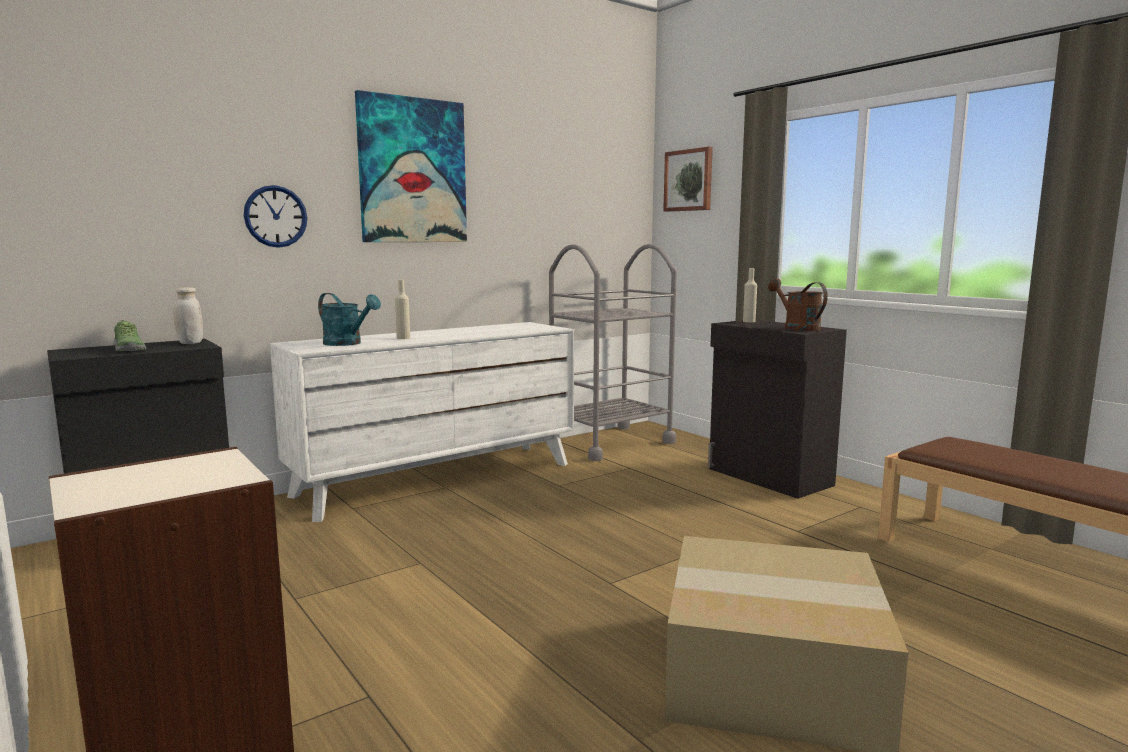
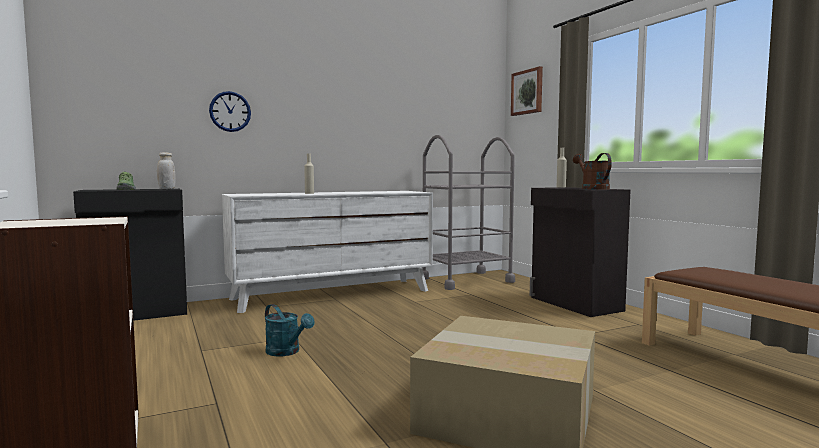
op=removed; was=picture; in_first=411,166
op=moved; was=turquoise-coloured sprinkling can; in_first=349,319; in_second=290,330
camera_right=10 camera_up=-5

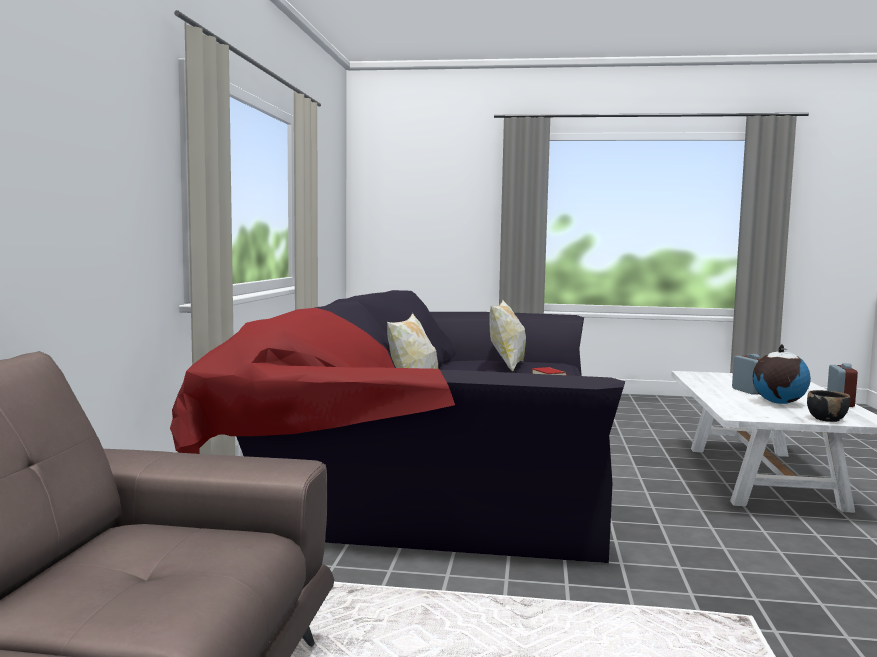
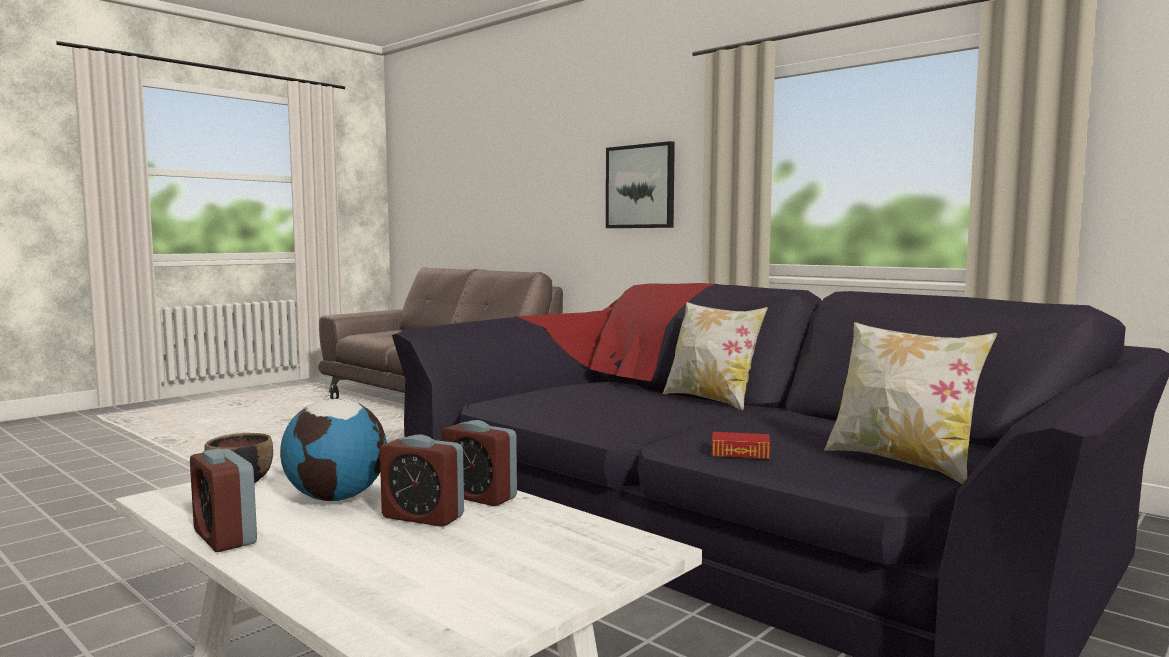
op=added; now=picture; in_second=640,184
op=added; now=alarm clock; in_second=479,463
camera_right=125 camera_up=0

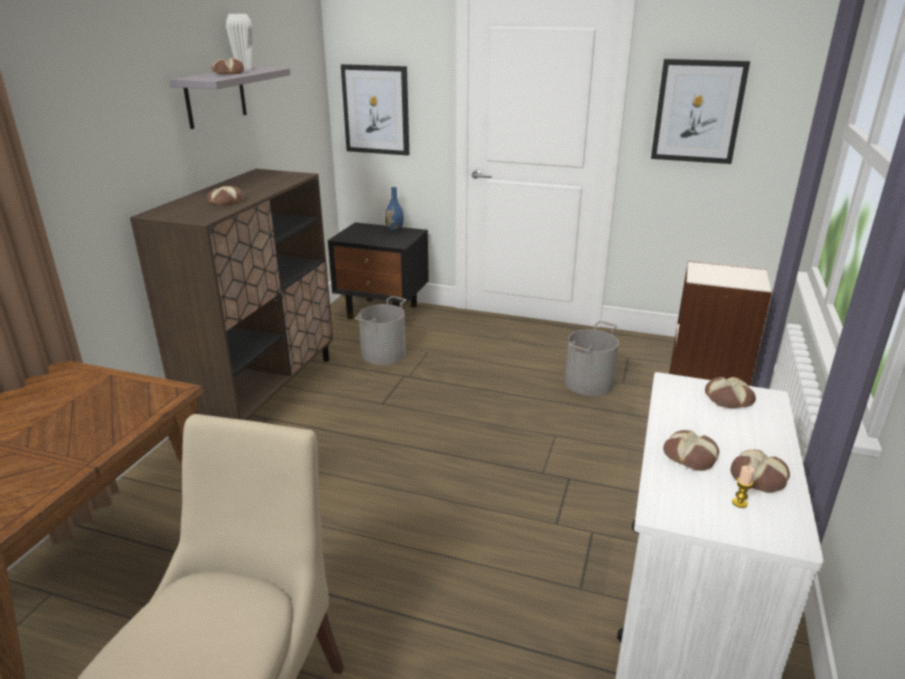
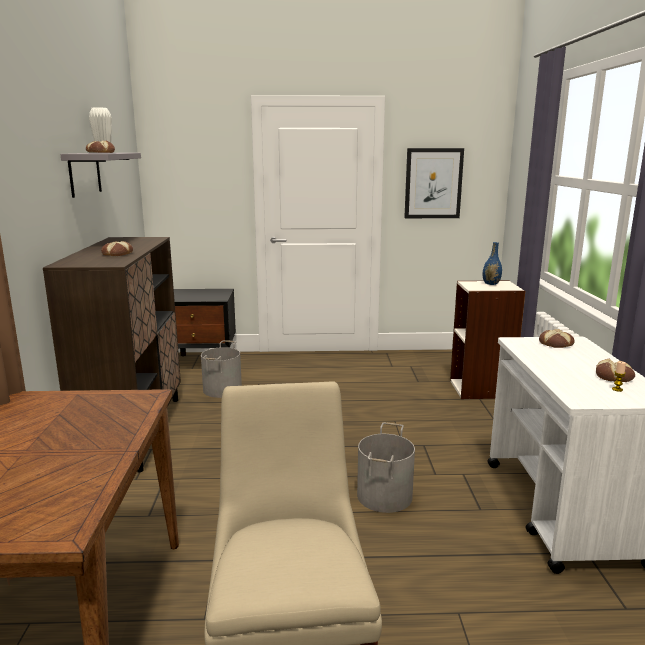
op=removed; was=picture; in_first=375,110
op=moved; was=bluish vase; in_first=394,209; in_second=492,263
op=moved; was=grey water bucket; in_first=592,358; in_second=386,467
op=removed; was=bread; in_first=691,450
camera_right=-20 camera_up=-10

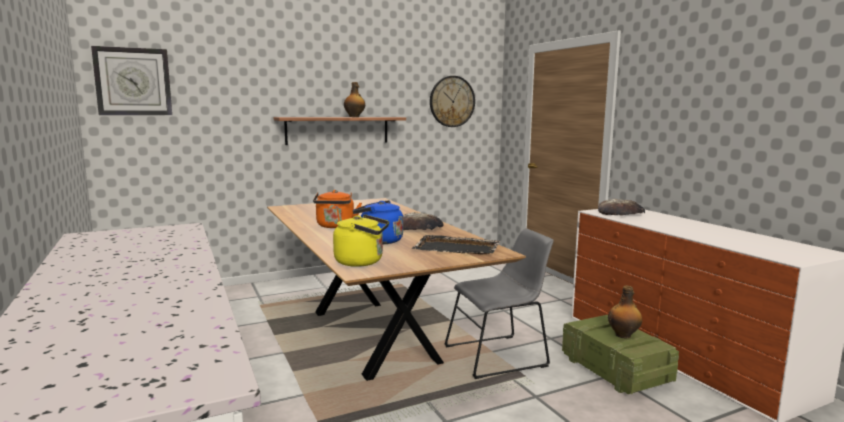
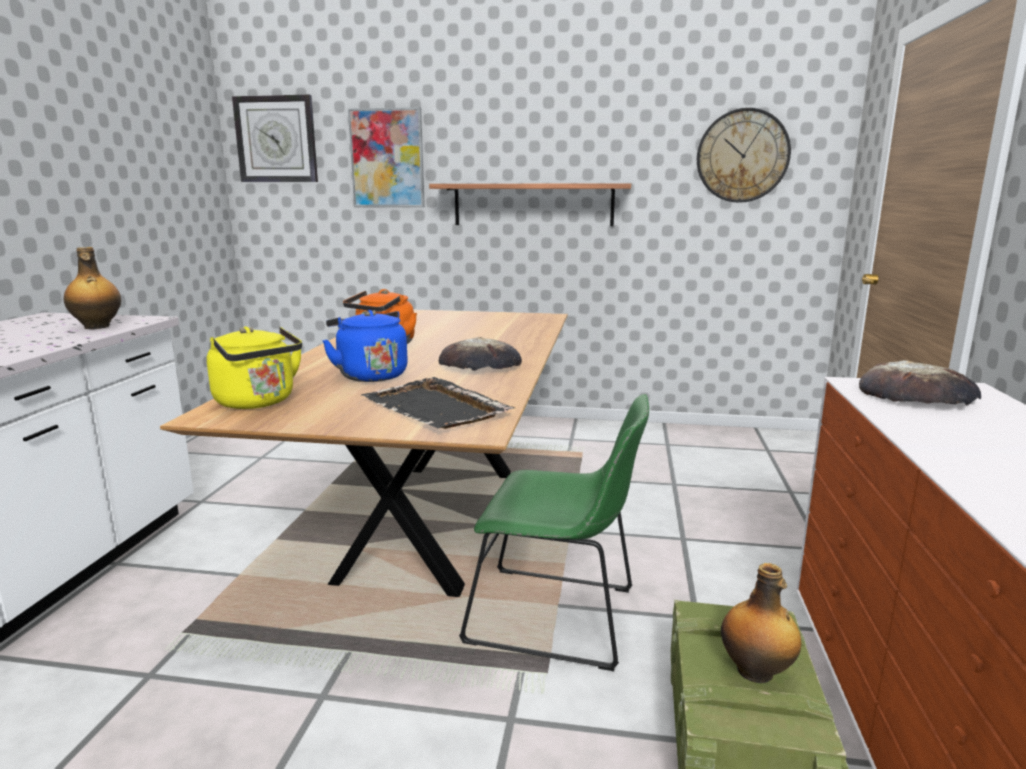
op=moved; was=beverage bottle; in_first=354,99; in_second=92,288
op=recoloured; was=grey chair; now=green chair; in_first=499,303; in_second=554,532
op=added; now=picture; in_second=386,157
camera_right=35 camera_up=5

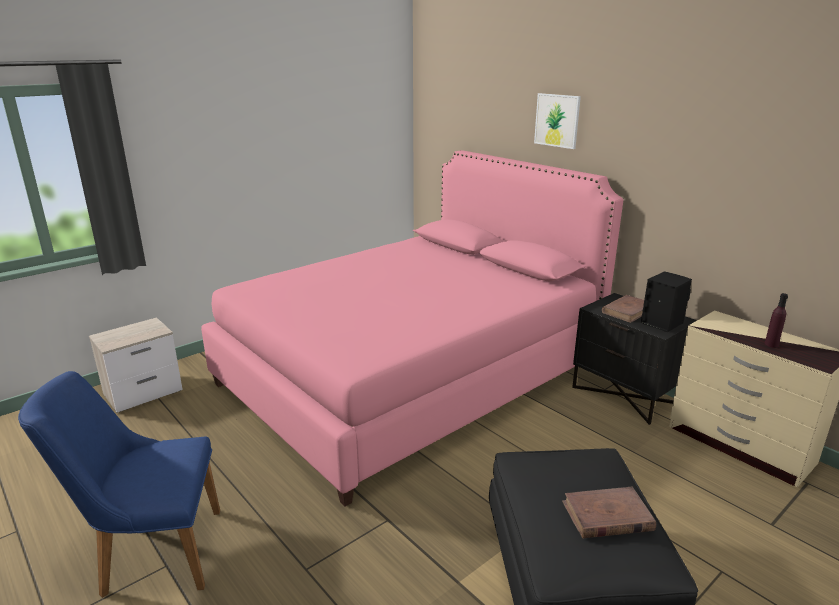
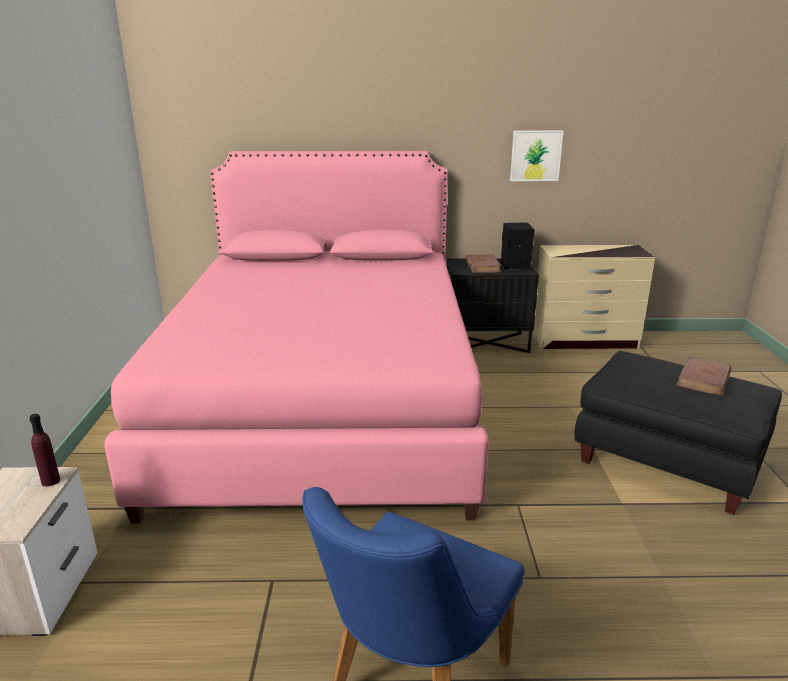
op=moved; was=picture; in_first=557,121; in_second=536,156
op=moved; was=purple-coloured beverage bottle; in_first=776,320; in_second=44,450
camera_right=-50 camera_up=0

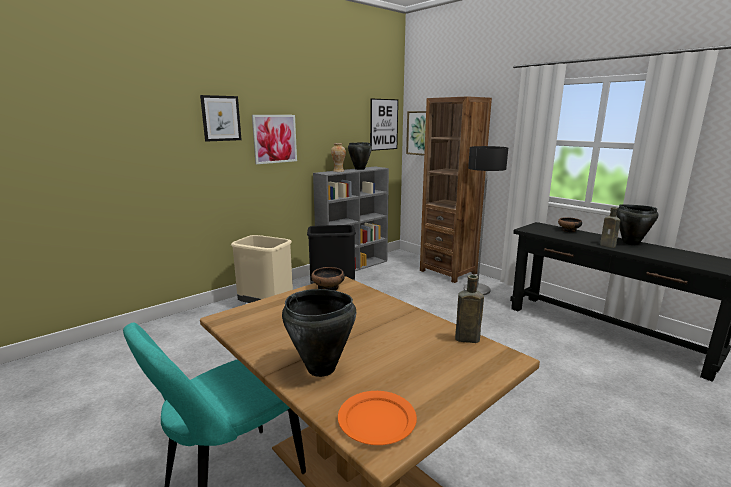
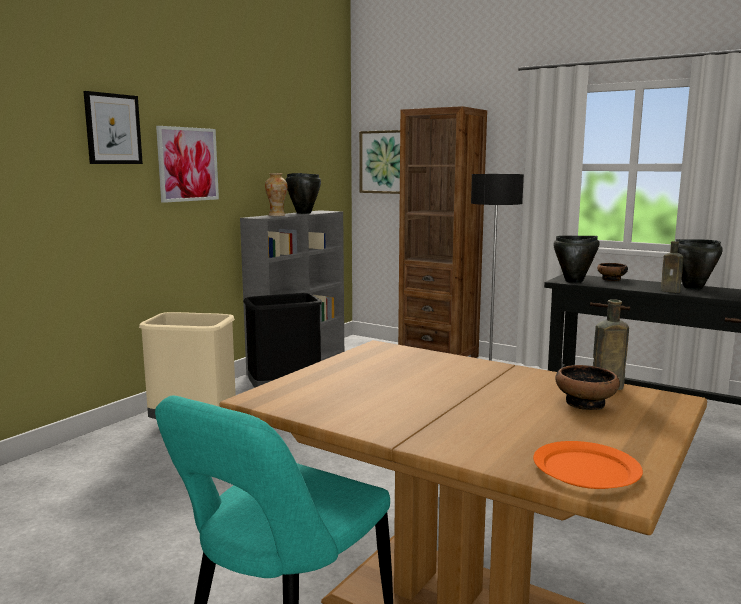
op=removed; was=picture; in_first=384,125
op=moved; was=serving bowl; in_first=328,279; in_second=587,387
op=moved; was=blackish stockpot; in_first=319,333; in_second=576,259
camera_right=-15 camera_up=-5

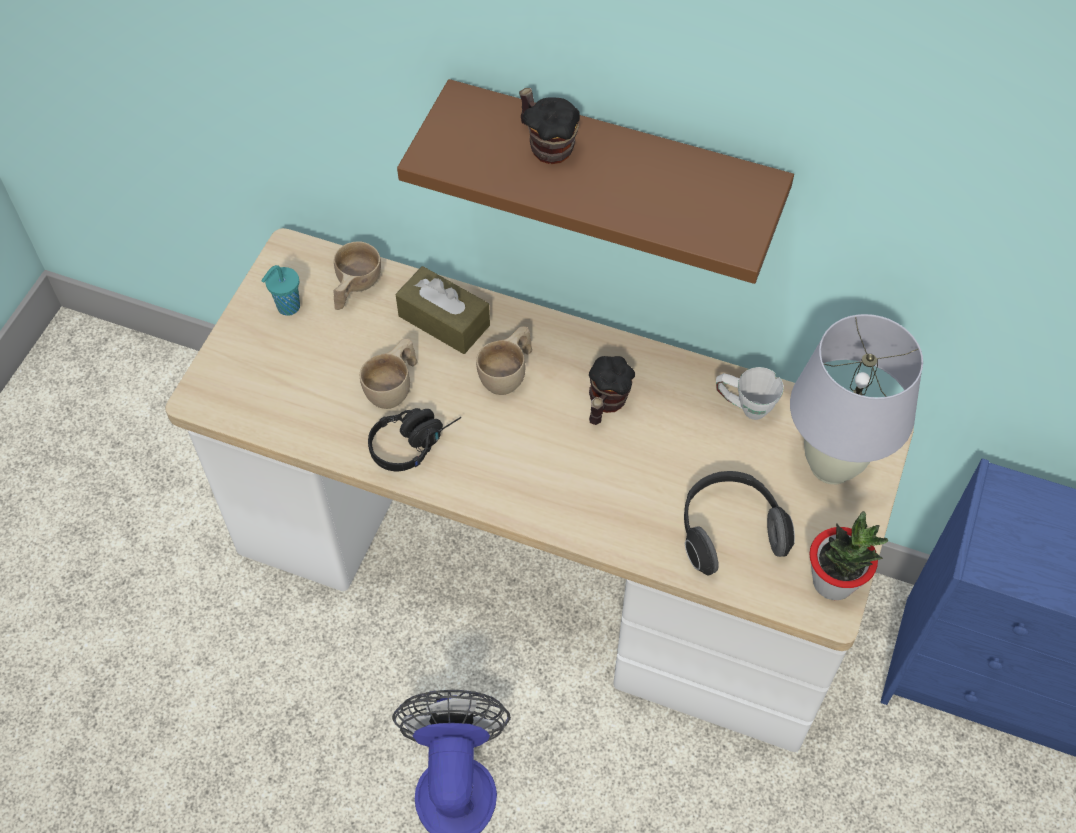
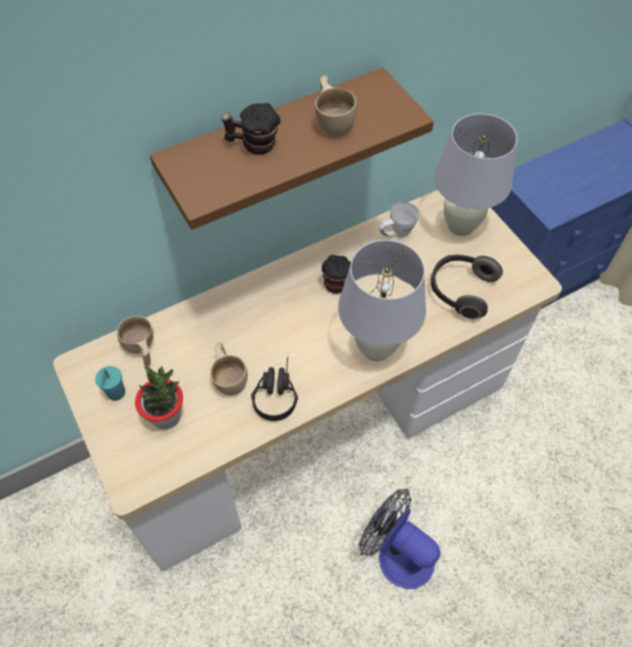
op=removed; was=brown tissue box; in_first=442,310
op=moved; was=sand-coloured cup; in_first=504,360; in_second=336,106
op=moved; was=houseplant; in_first=849,555; in_second=159,397
op=added; now=whitish tabletop lamp; in_second=382,300
camera_right=-50 camera_up=0

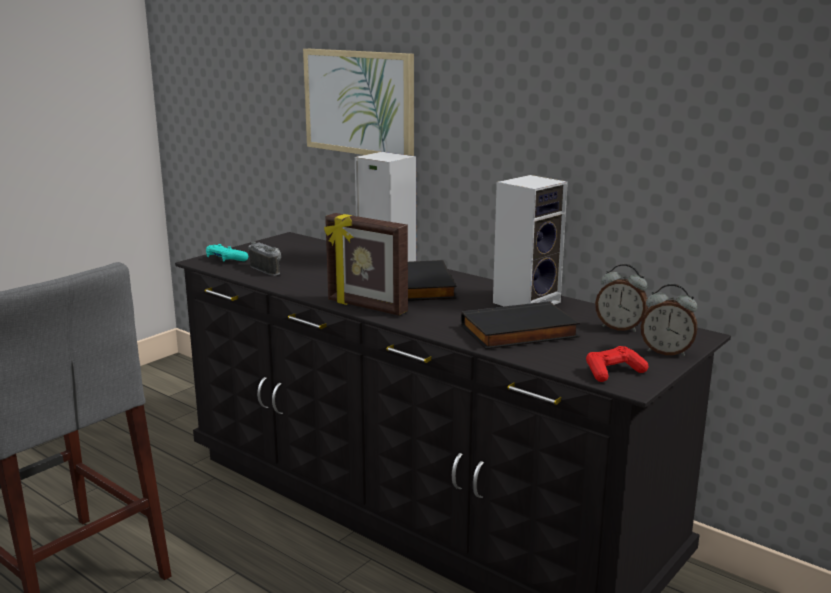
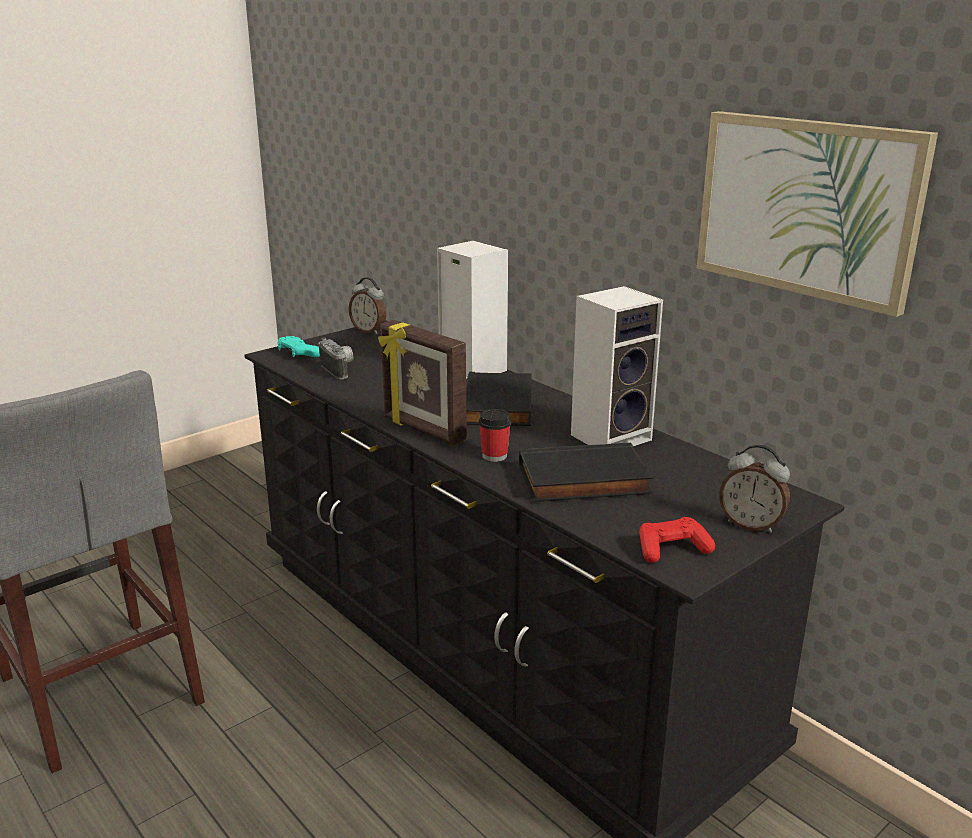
op=moved; was=picture; in_first=358,102; in_second=817,214
op=moved; was=alarm clock; in_first=621,298; in_second=368,306
op=added; now=cup; in_second=495,435
camera_right=10 camera_up=5

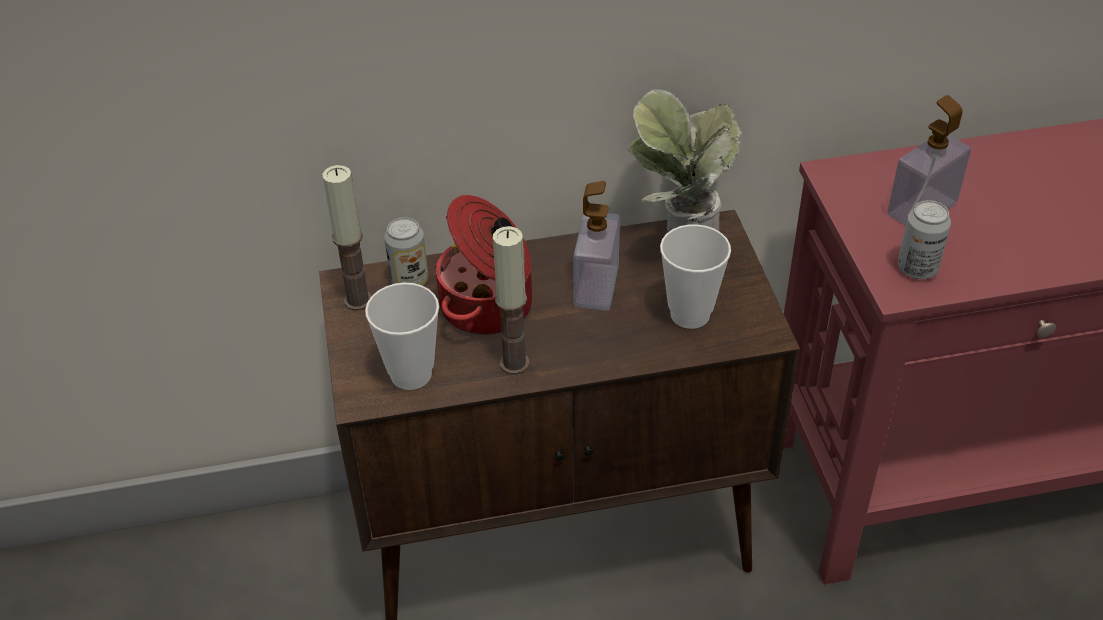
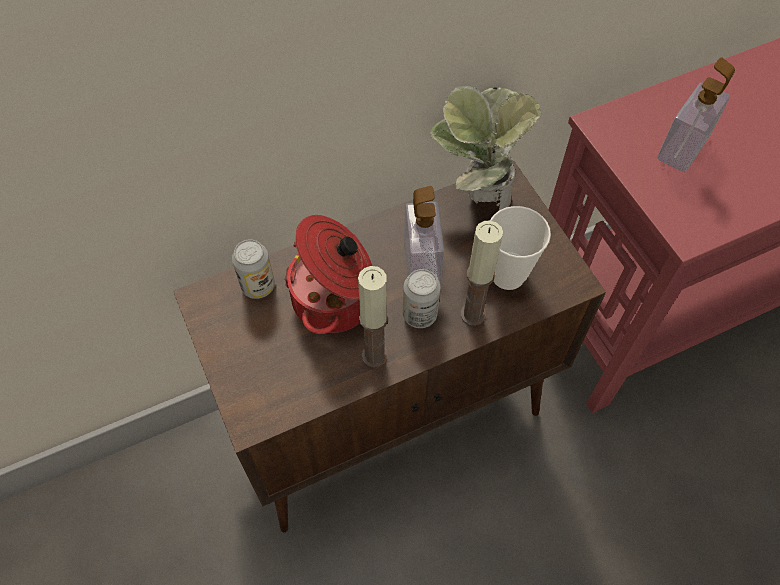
op=moved; was=wax light; in_first=347,238; in_second=482,273
op=moved; was=metal can; in_first=924,239; in_second=421,298
op=removed; was=cup; in_first=402,336
camera_right=-15 camera_up=15

